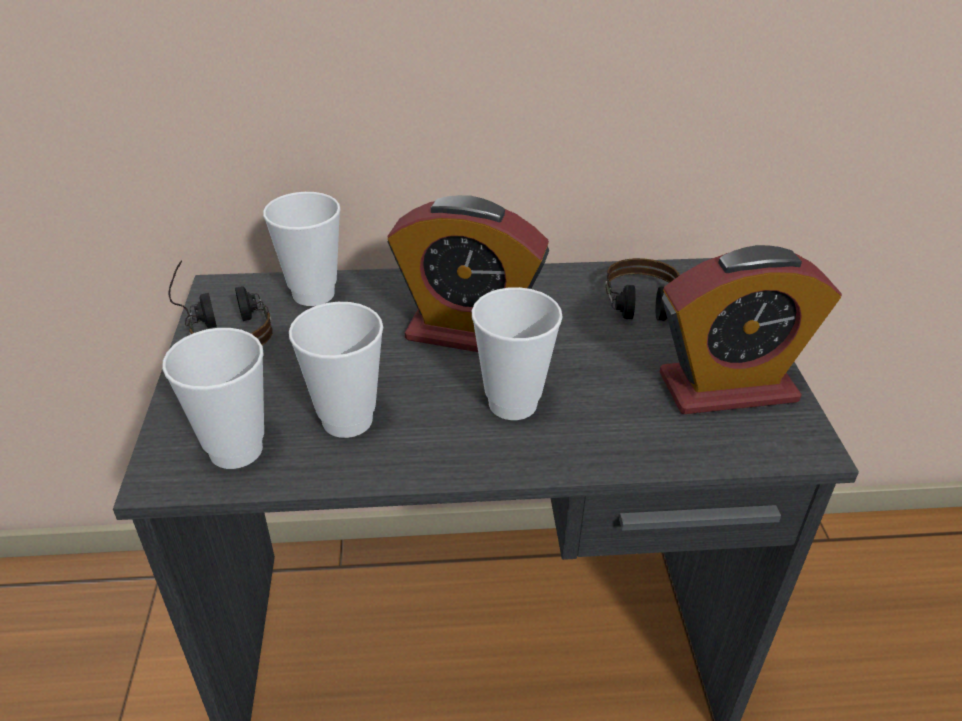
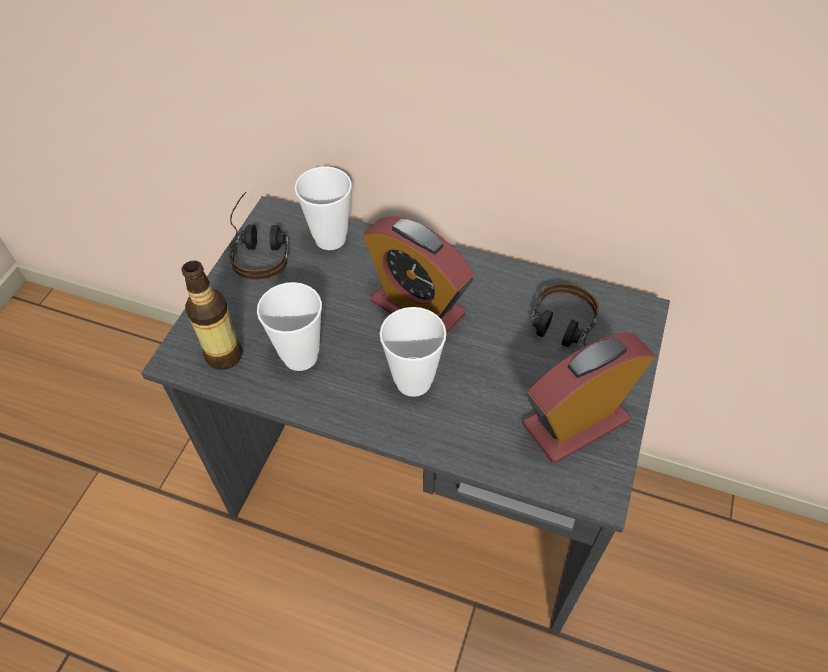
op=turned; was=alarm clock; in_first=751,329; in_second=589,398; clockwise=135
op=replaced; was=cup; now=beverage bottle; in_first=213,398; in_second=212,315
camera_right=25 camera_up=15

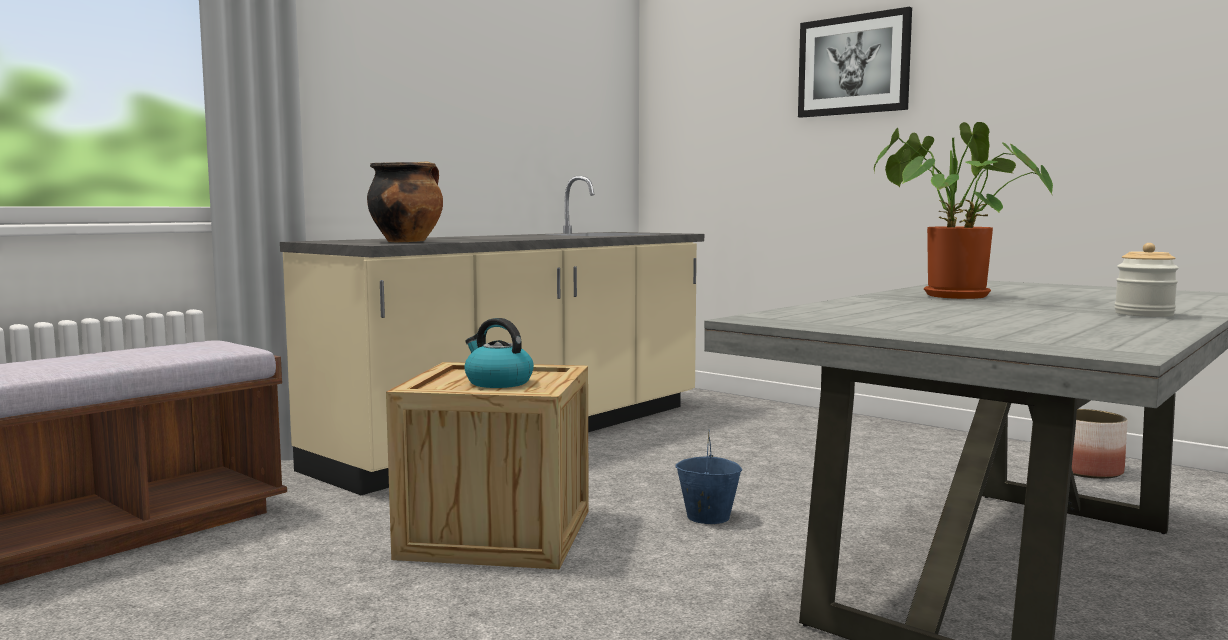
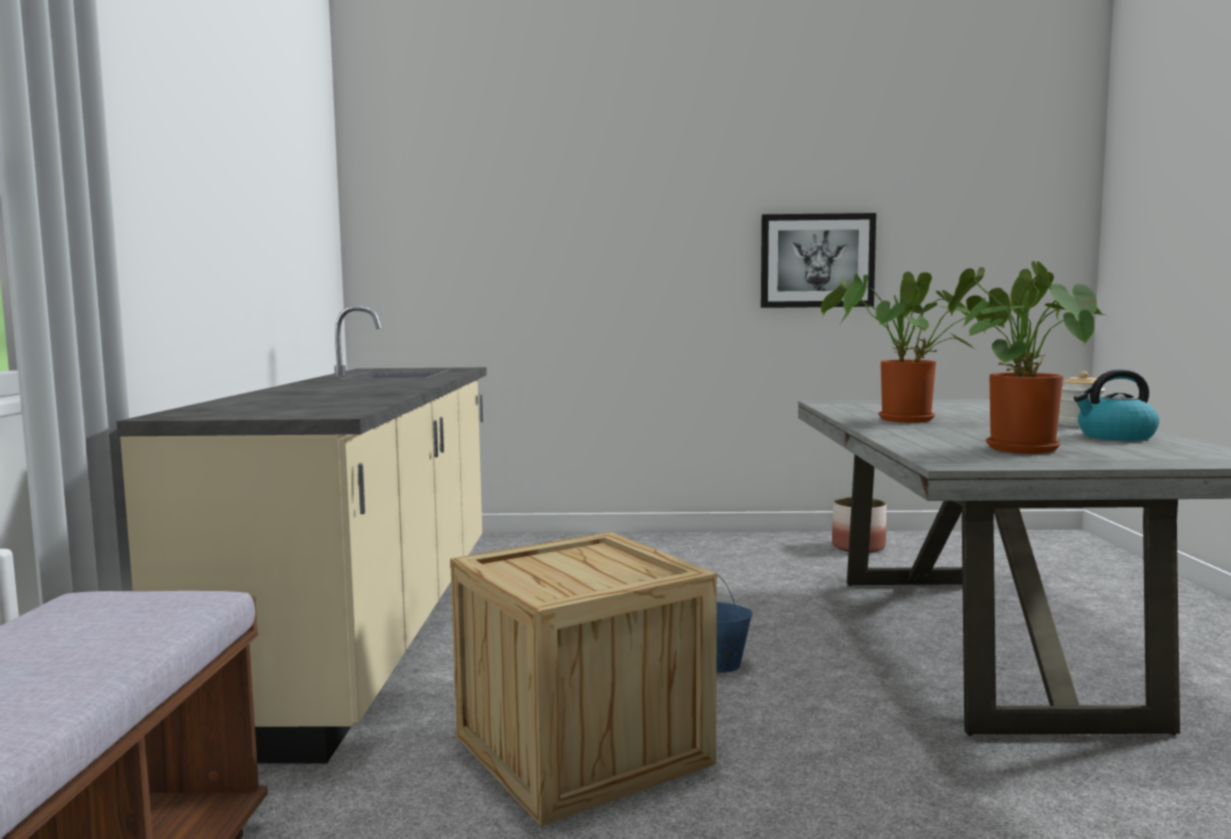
op=moved; was=picture; in_first=855,62; in_second=818,260
op=removed; was=stockpot; in_first=405,201
op=moved; was=water kettle; in_first=499,353; in_second=1116,405
op=added; now=houseplant; in_second=1026,357
camera_right=-40 camera_up=0

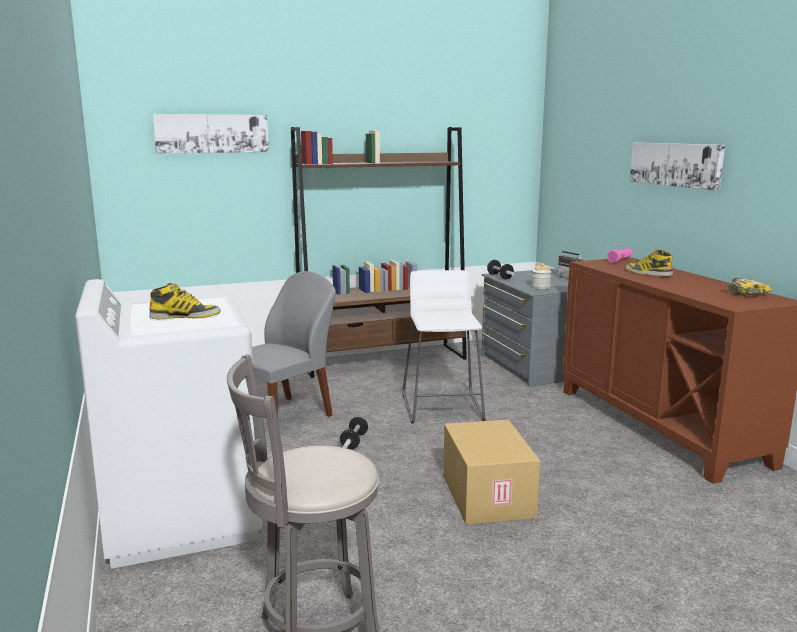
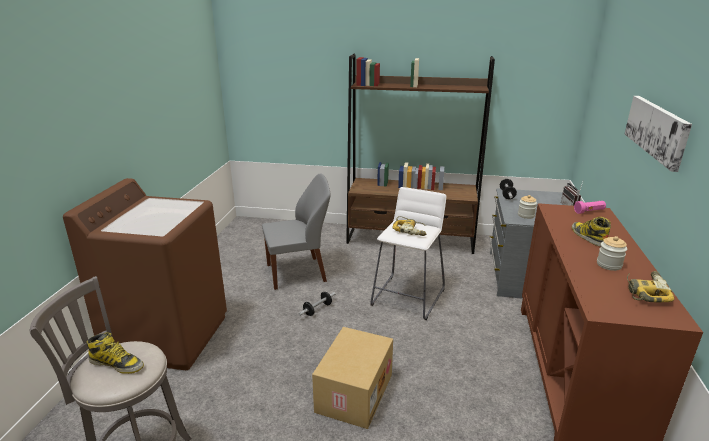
op=removed; was=picture; in_first=210,133
op=recoloured; was=whitish washing machine; now=brown washing machine; in_first=168,424; in_second=145,274
op=moved; was=high-top boot; in_first=185,301; in_second=115,353
op=added; now=drill; in_second=409,226
op=added; now=preserve jar; in_second=612,253
camera_right=30 camera_up=10

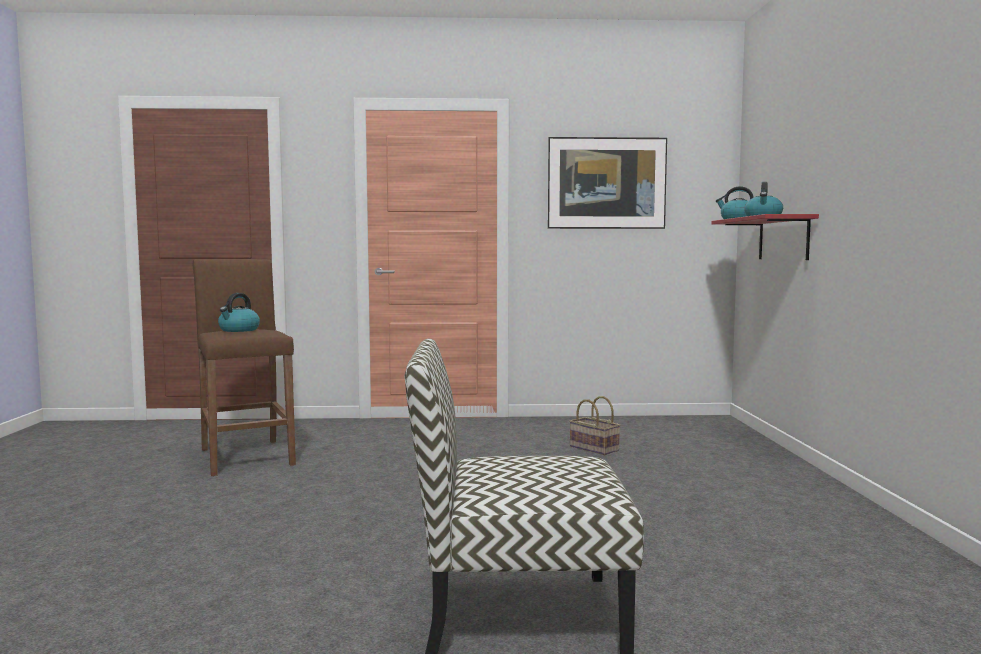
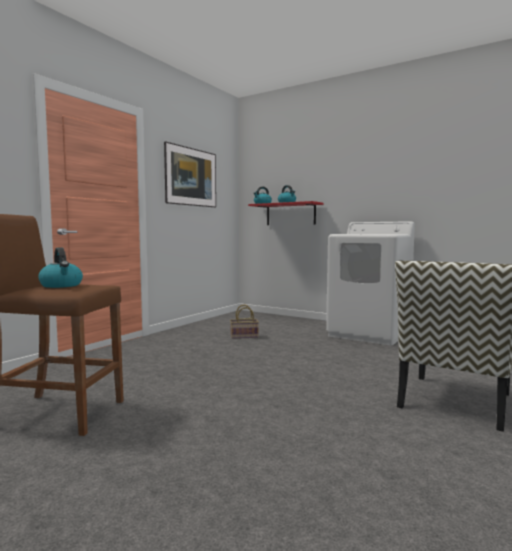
op=added; now=whitish washing machine; in_second=370,283
camera_right=-55 camera_up=0

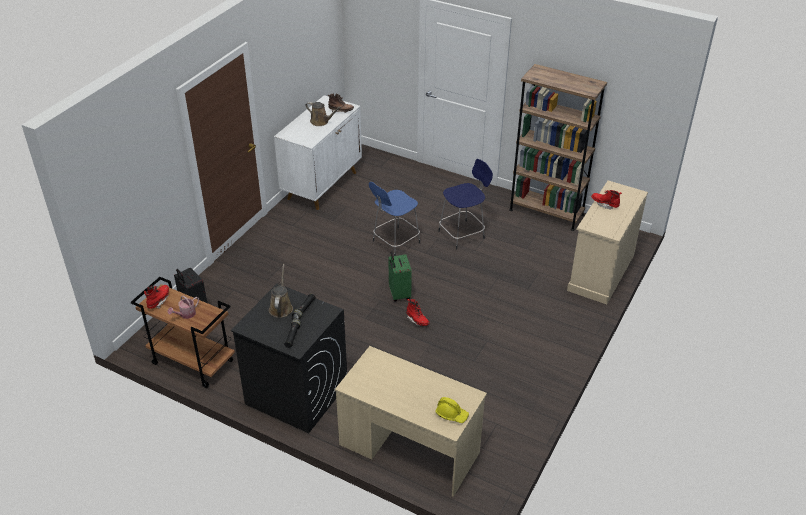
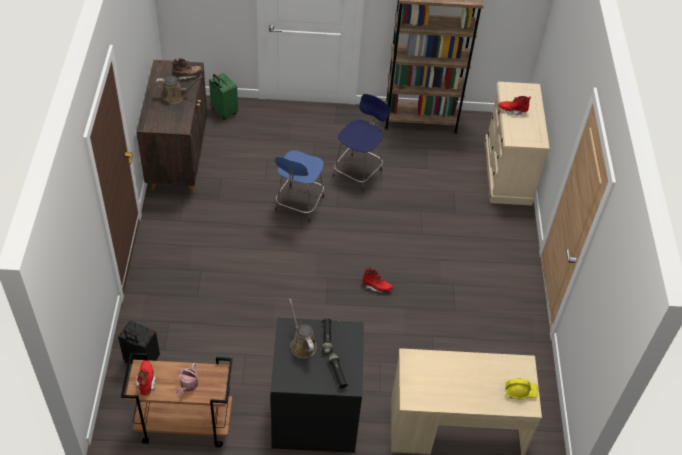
op=recoloured; was=whitish cupboard; now=brown cupboard; in_first=318,152; in_second=172,126
op=moved; was=green suitcase; in_first=400,277; in_second=223,96
camera_right=-30 camera_up=10

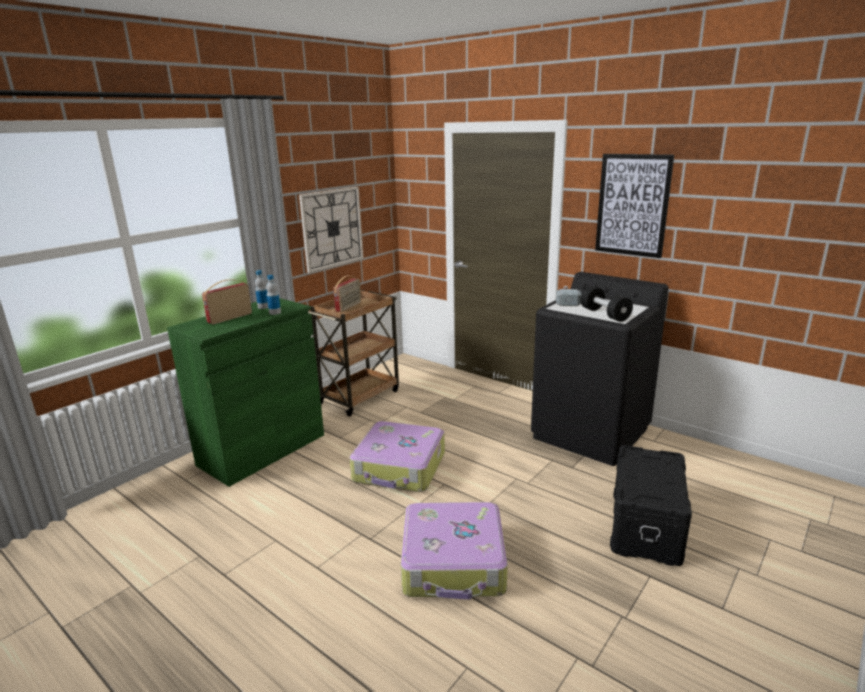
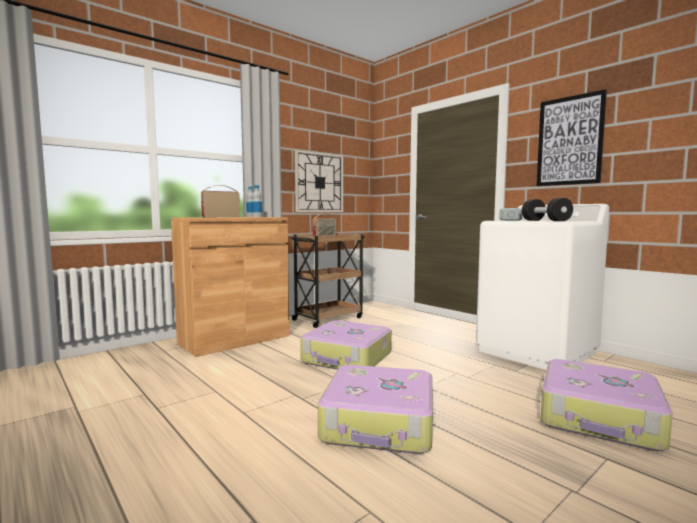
op=recoloured; was=blackish washing machine; now=whitish washing machine; in_first=600,369; in_second=542,287
op=recoloured; was=green cupboard; now=brown cupboard; in_first=245,392; in_second=230,287
op=replaced; was=blackish storage box; now=suitcase; in_first=651,505; in_second=607,405
camera_right=10 camera_up=-15

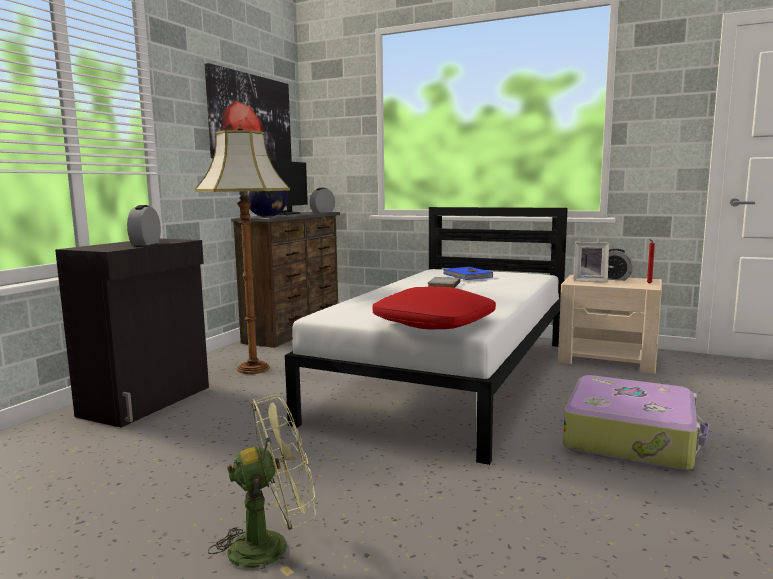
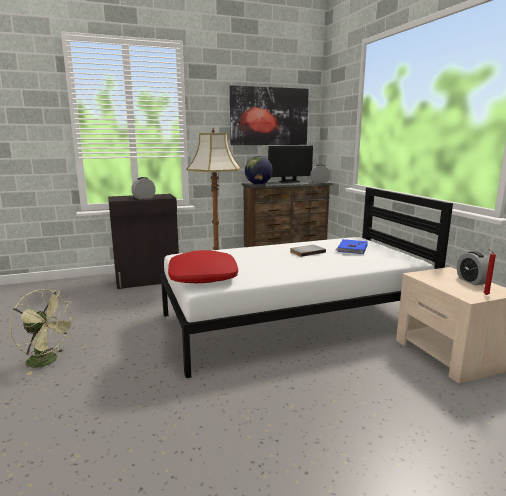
op=removed; was=picture frame; in_first=591,262
op=removed; was=suitcase; in_first=636,423
camera_right=45 camera_up=5

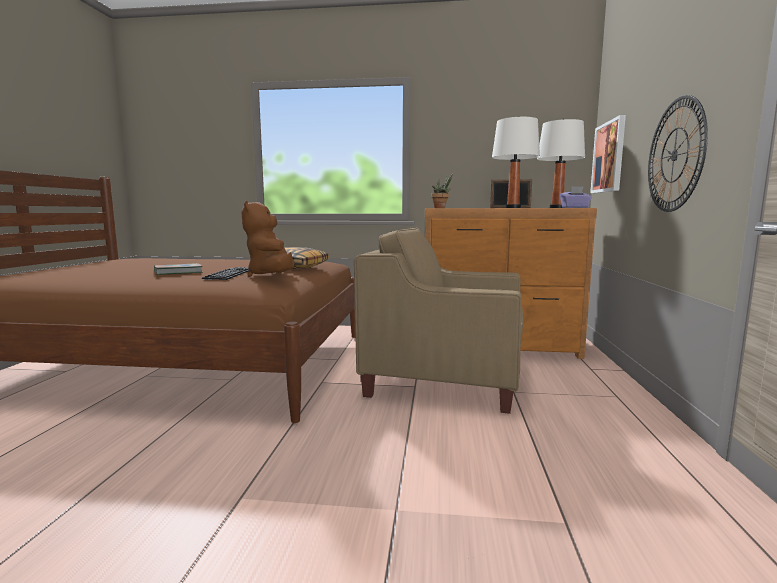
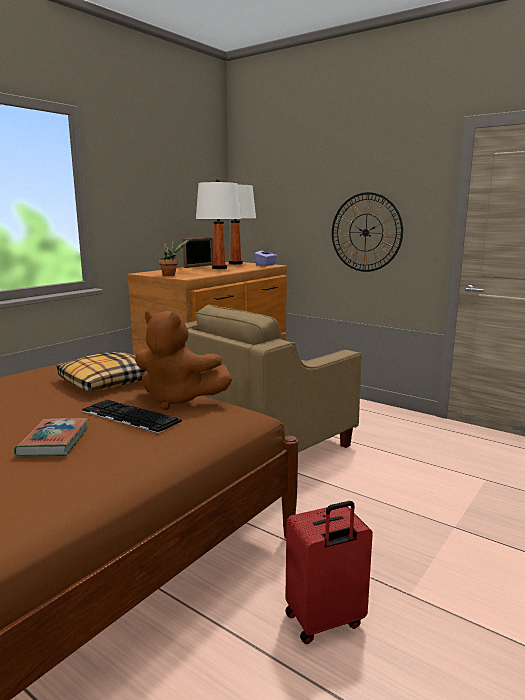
op=removed; was=picture; in_first=608,154
op=added; now=red suitcase; in_second=329,572
camera_right=-60 camera_up=5

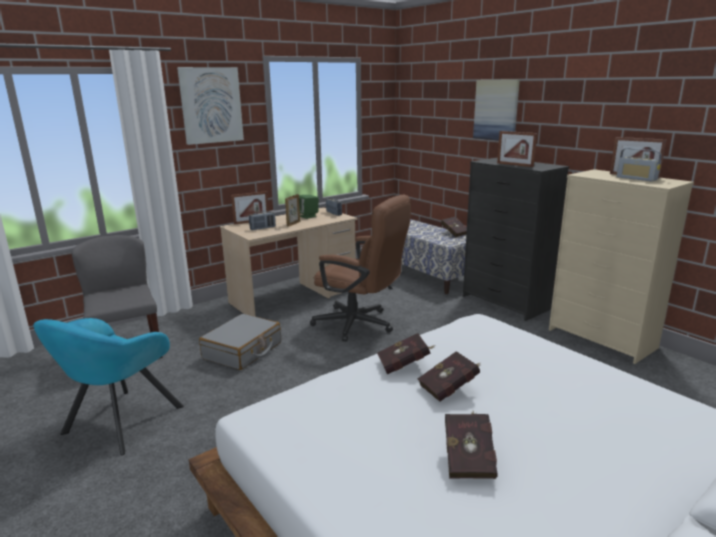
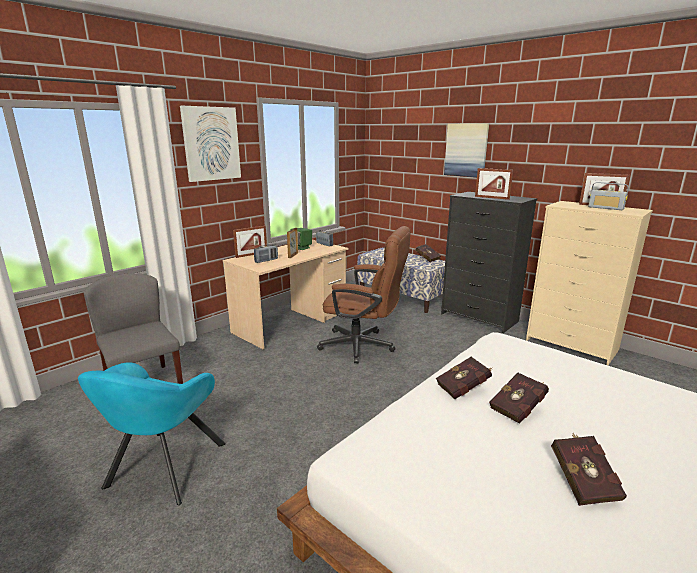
op=removed; was=grey suitcase; in_first=240,342
camera_right=-10 camera_up=0

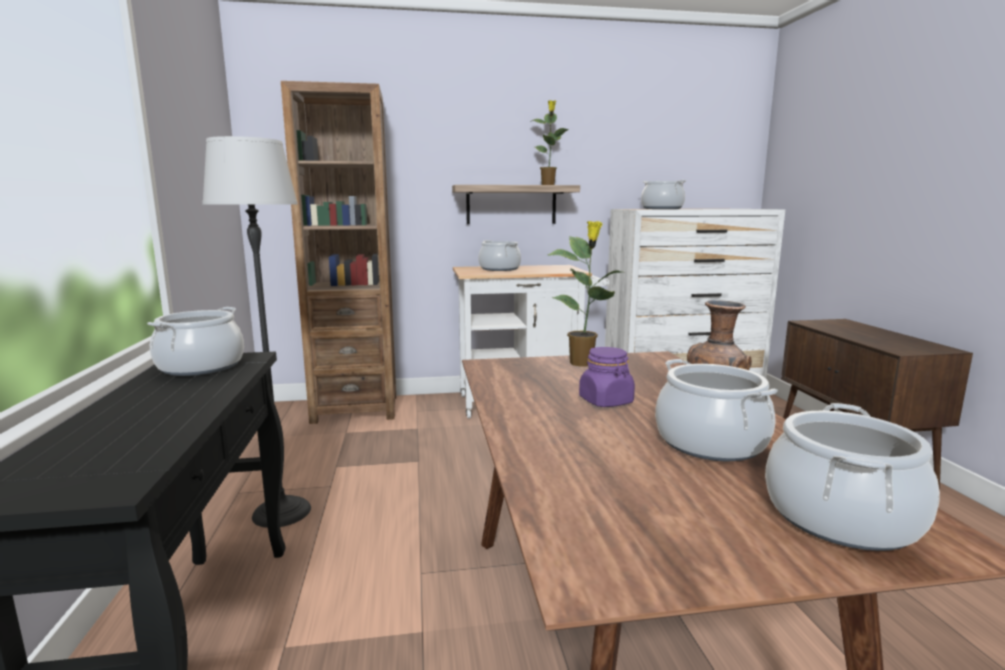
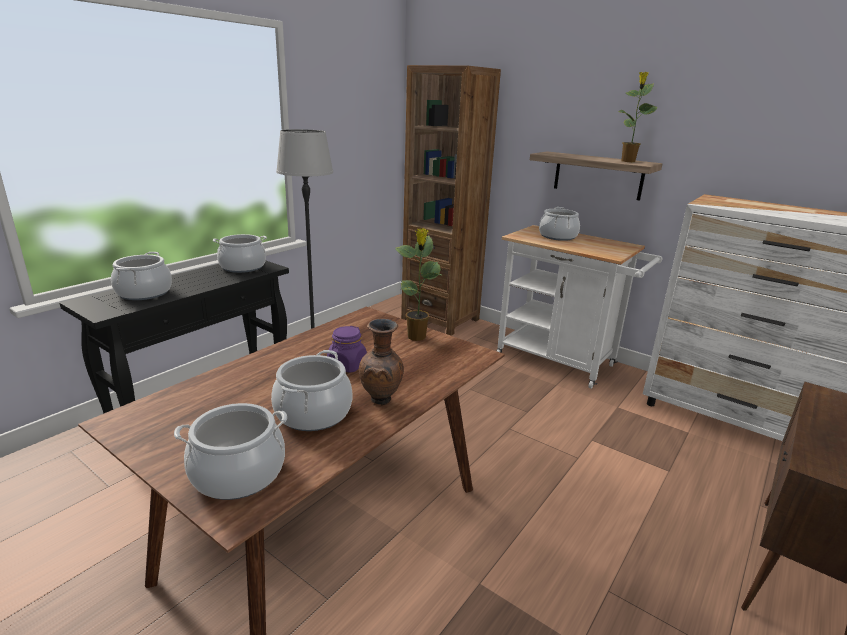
op=moved; was=stockpot; in_first=663,194; in_second=141,276
camera_right=45 camera_up=10

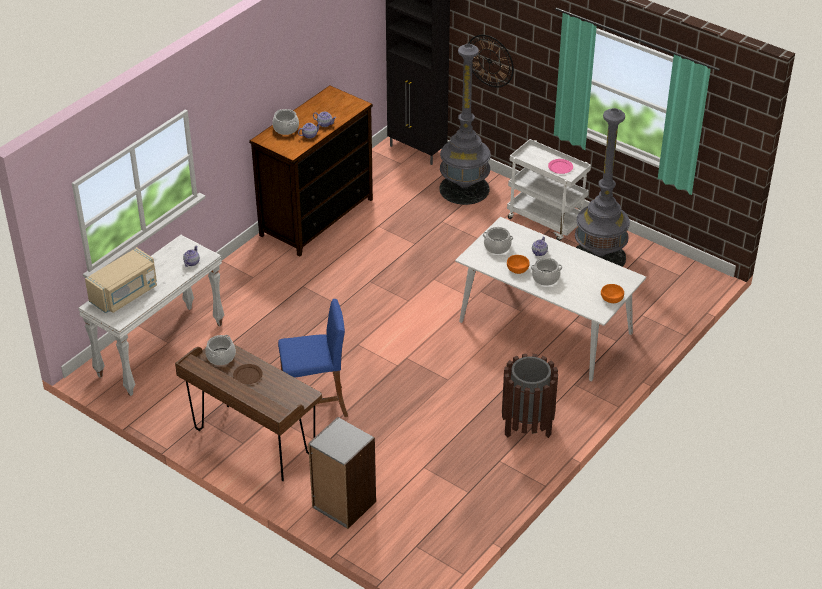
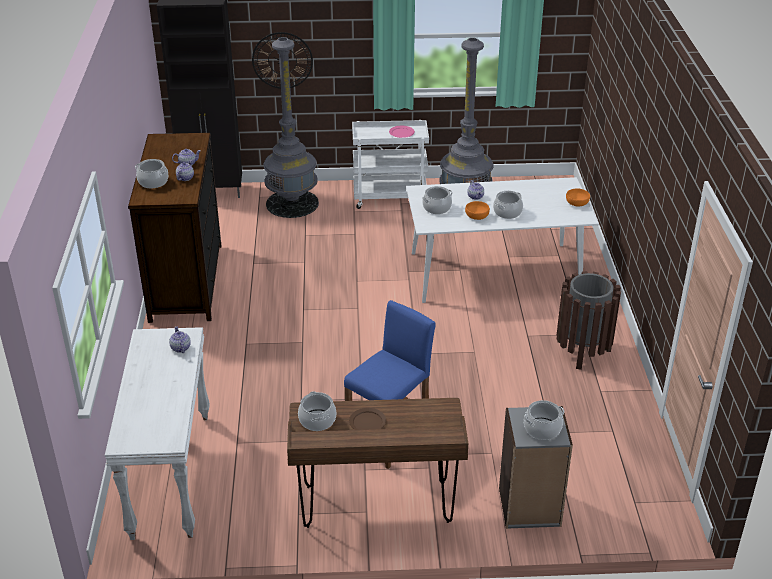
op=removed; was=sand-coloured microwave oven; in_first=121,280
op=added; now=stockpot; in_second=544,420
camera_right=-40 camera_up=-5

